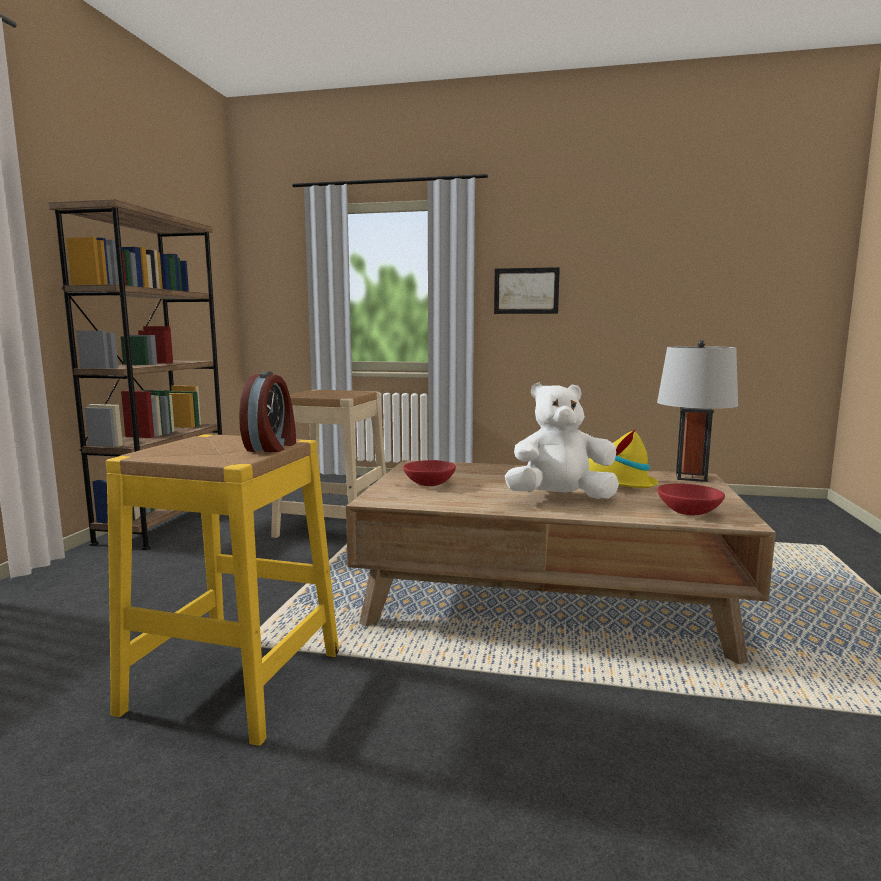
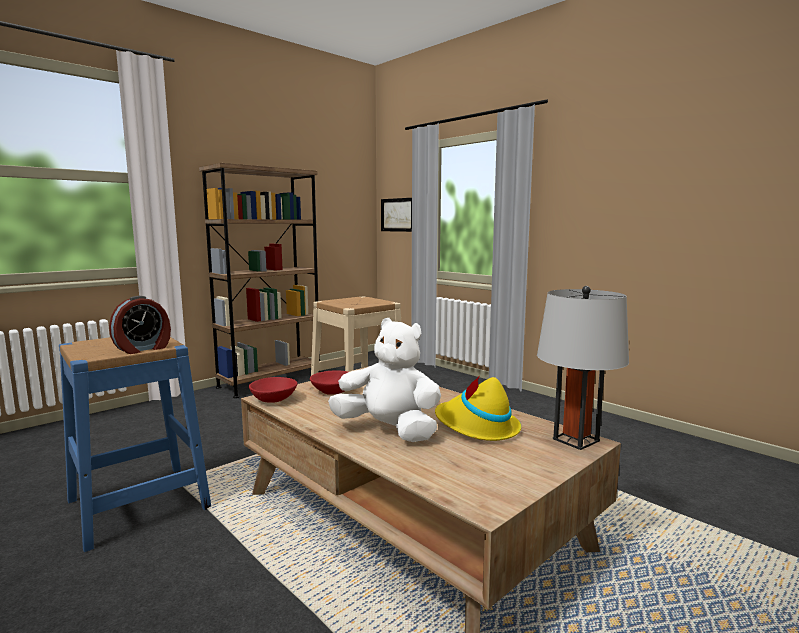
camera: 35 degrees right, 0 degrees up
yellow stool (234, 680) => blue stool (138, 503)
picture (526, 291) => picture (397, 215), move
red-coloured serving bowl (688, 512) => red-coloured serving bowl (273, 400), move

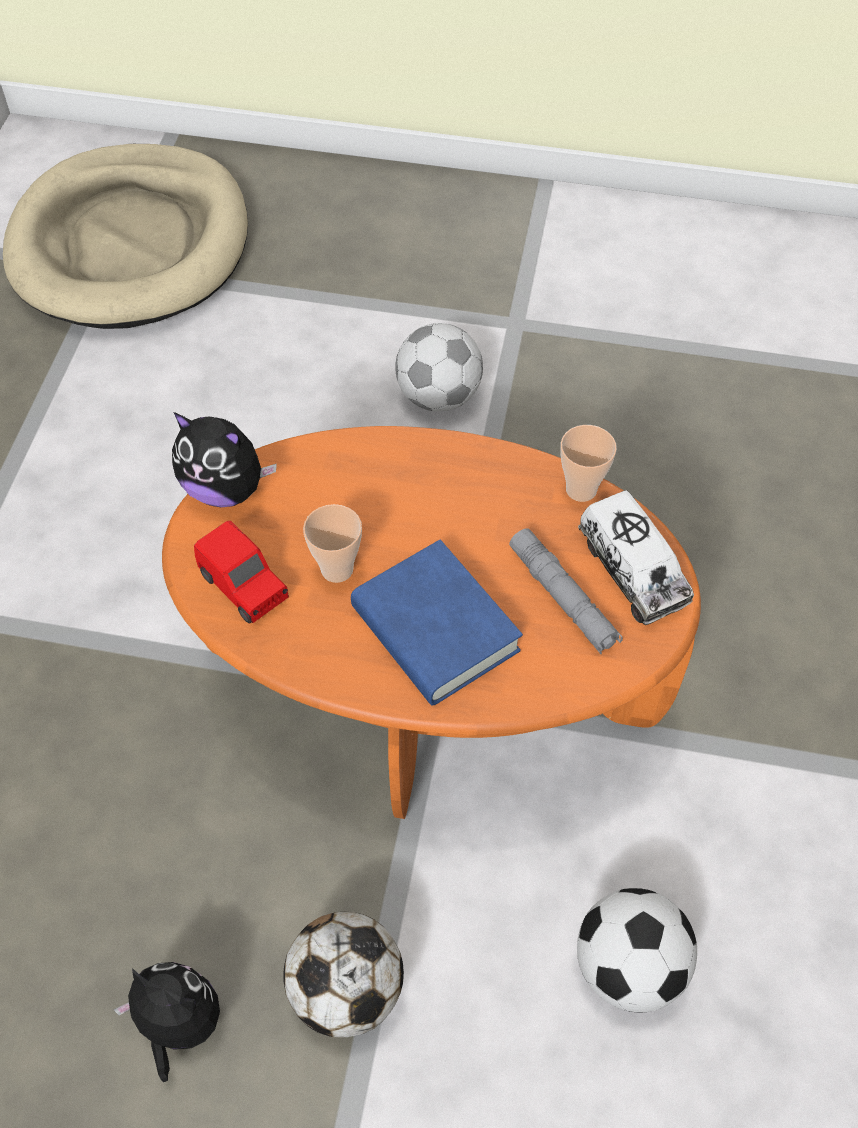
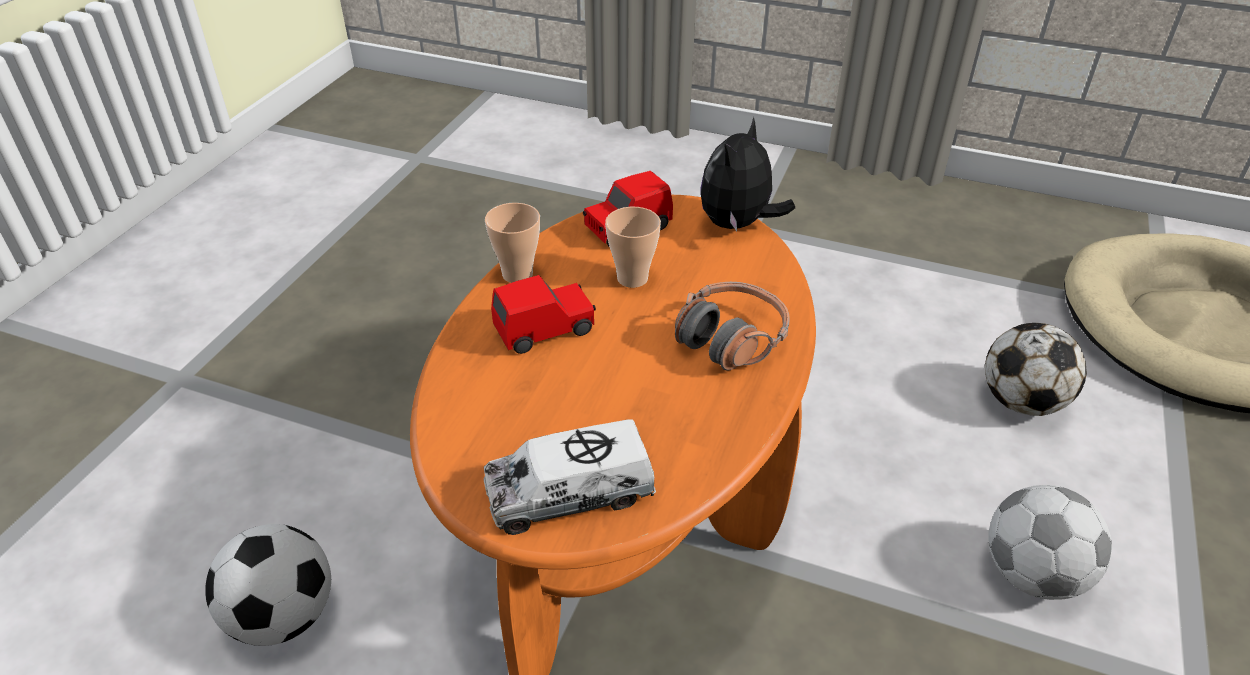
camera: 100 degrees right, 15 degrees down
soft toy (178, 1024) => nothing
ball for football (347, 989) => ball for football (1021, 402), move
blue volume (435, 630) => red-coloured miniature car (545, 330)
grey torch (563, 598) => nothing
small cup (581, 489) => small cup (517, 274), move
nothing => headset (731, 338)

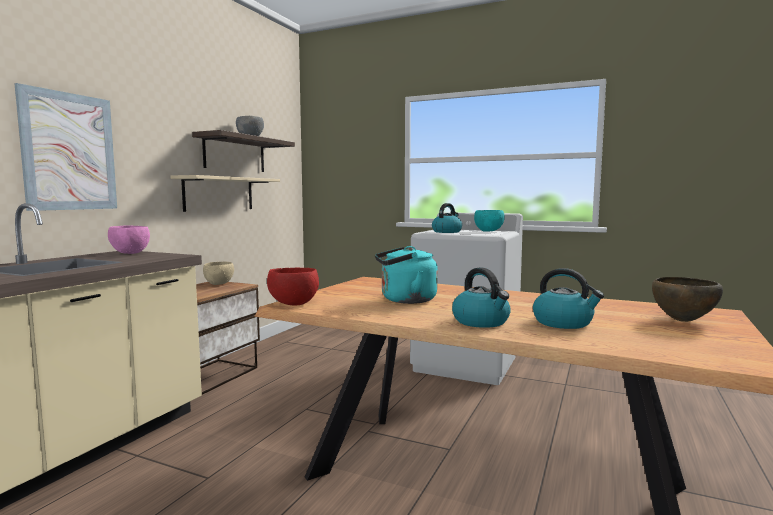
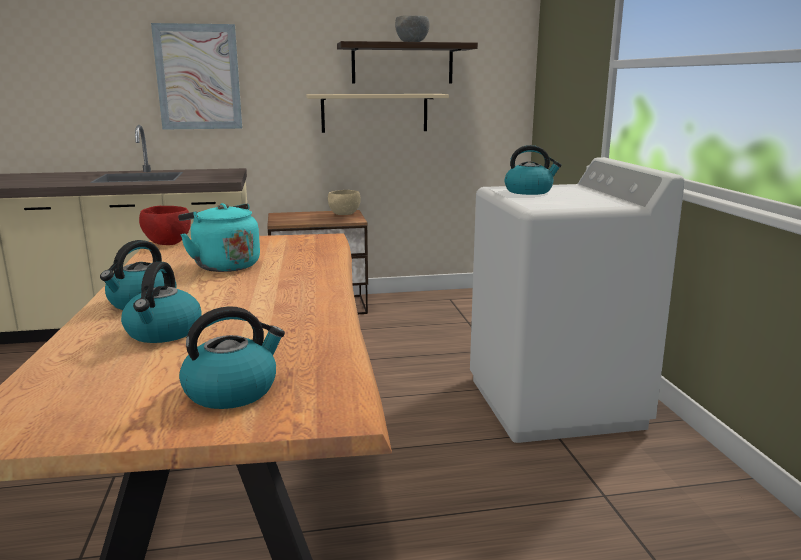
camera: 55 degrees right, 10 degrees up
pink-coloured serving bowl (130, 253) => nothing
turquoise serving bowl (489, 231) => nothing
brownish serving bowl (682, 321) => water kettle (232, 390)

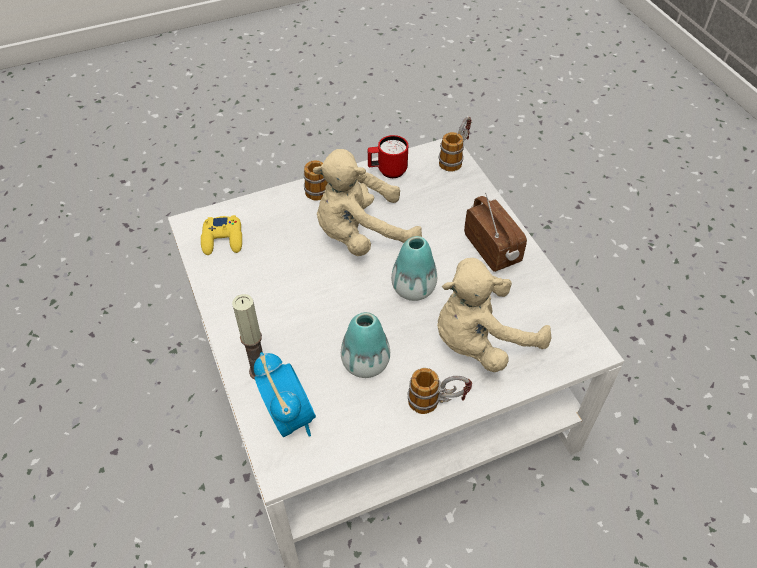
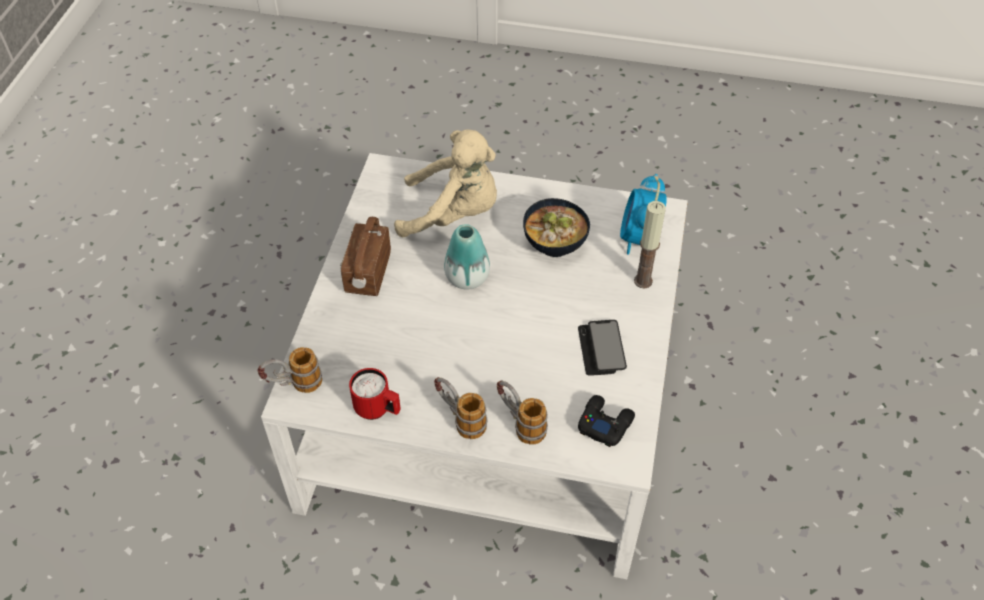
camera: 145 degrees left, 0 degrees up
yellow joypad (223, 239) => blackish joypad (605, 423)
beige-coloured soft toy (361, 235) => nothing
decorative vase (365, 363) => serving bowl (555, 244)
tea mug (437, 402) => tea mug (520, 423), move
nothing => phone (601, 349)

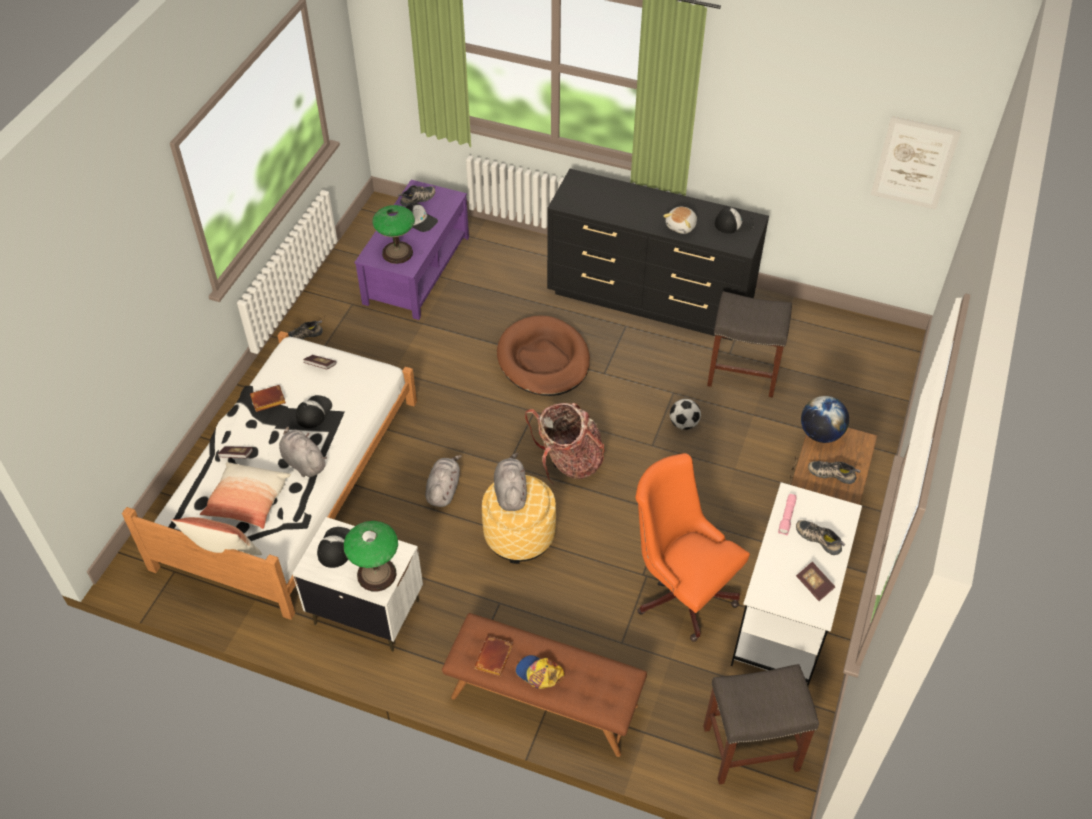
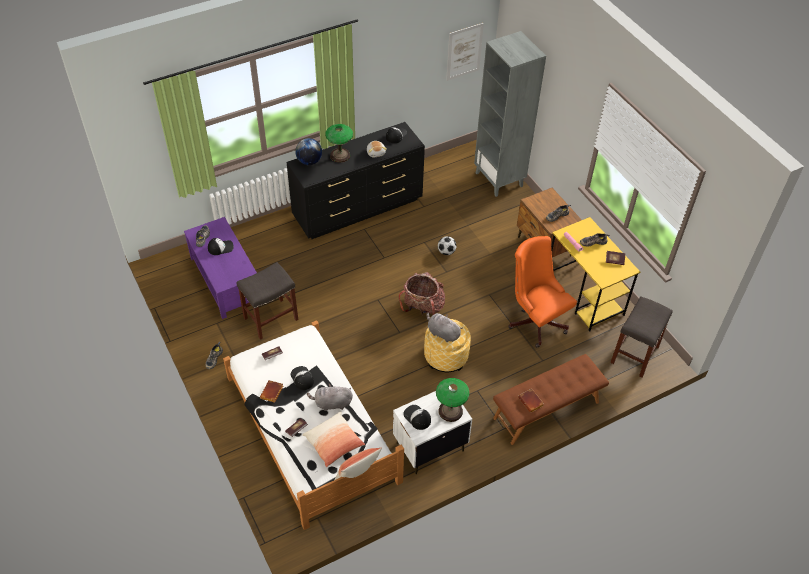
camera: 50 degrees left, 0 degrees up
table lamp (398, 253) => table lamp (340, 155), move
grey soft toy (443, 489) => nothing
brownish pet bed (543, 360) => nothing
peaked cap (539, 674) => nothing
orangey office chair (680, 590) => orangey office chair (535, 320), 60 degrees clockwise
grey stool (744, 373) => grey stool (271, 318), move
white desk (785, 619) => yellow desk (584, 296)
globe (820, 434) => globe (309, 161), move
nothing => grey bookshelf (499, 179)

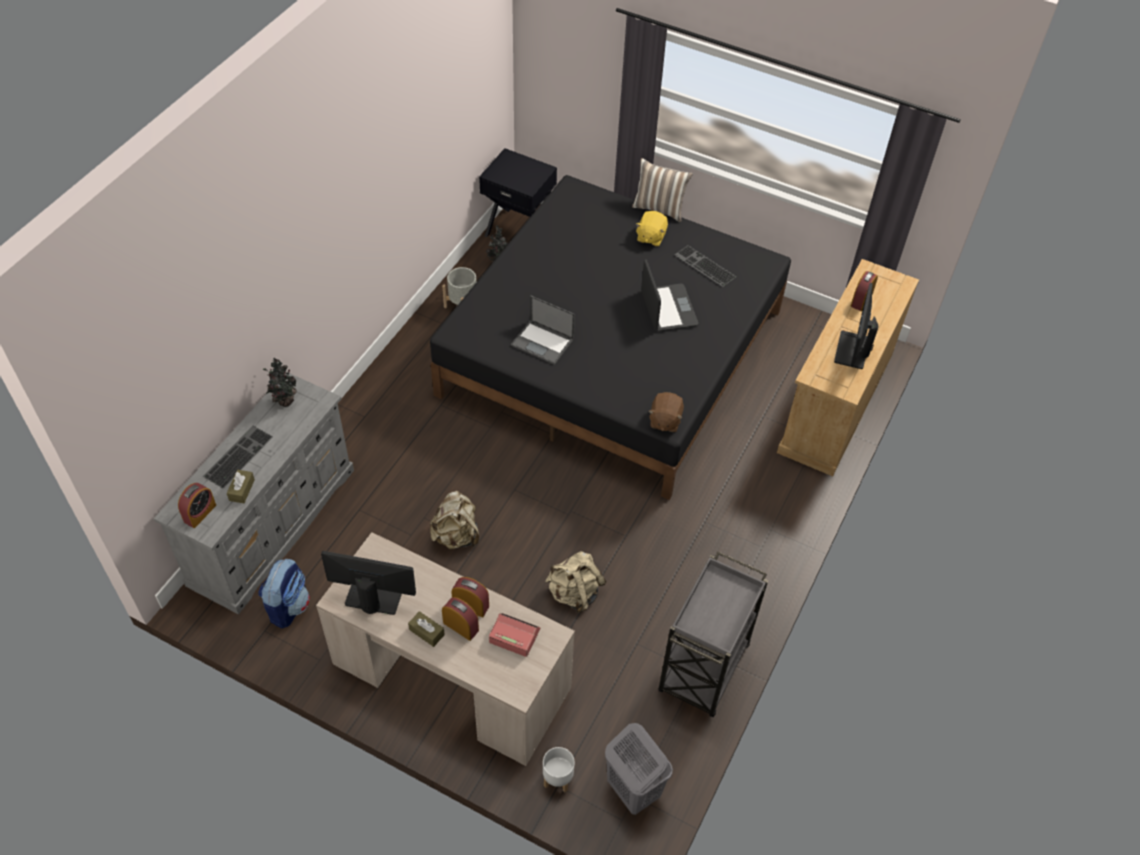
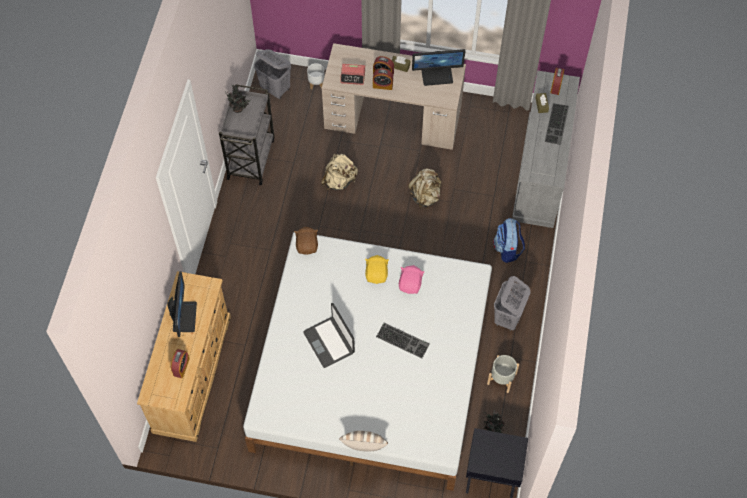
camera: 165 degrees right, 10 degrees up
rucksack (288, 606) => rucksack (507, 249), move
houseplant (284, 401) => houseplant (239, 109), move
blackish sleeping bed (612, 353) => white sleeping bed (371, 368)
notebook computer (543, 342) => pink-coloured soft toy (410, 284)
yellow soft toy (650, 237) => yellow soft toy (377, 274), move
computer keyboard (703, 266) => computer keyboard (403, 340), move
nothing => grey washing basket (507, 318)

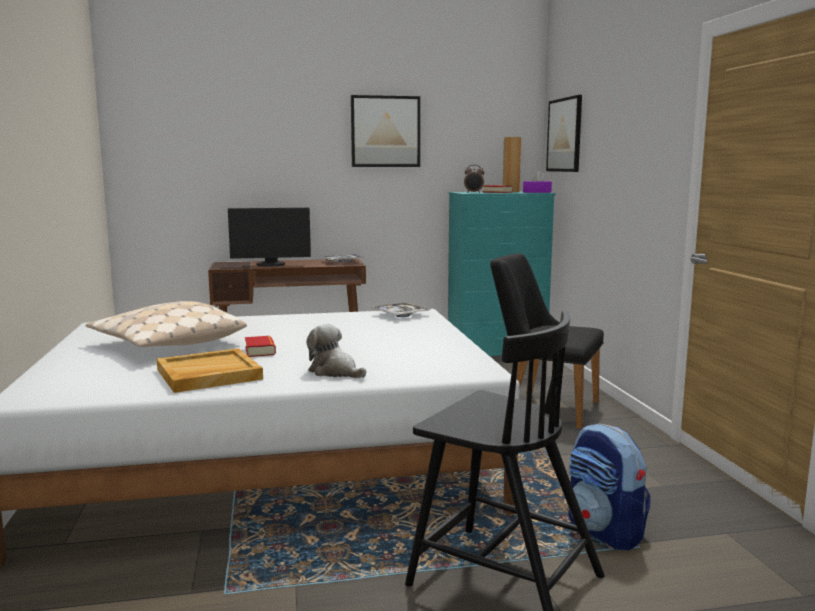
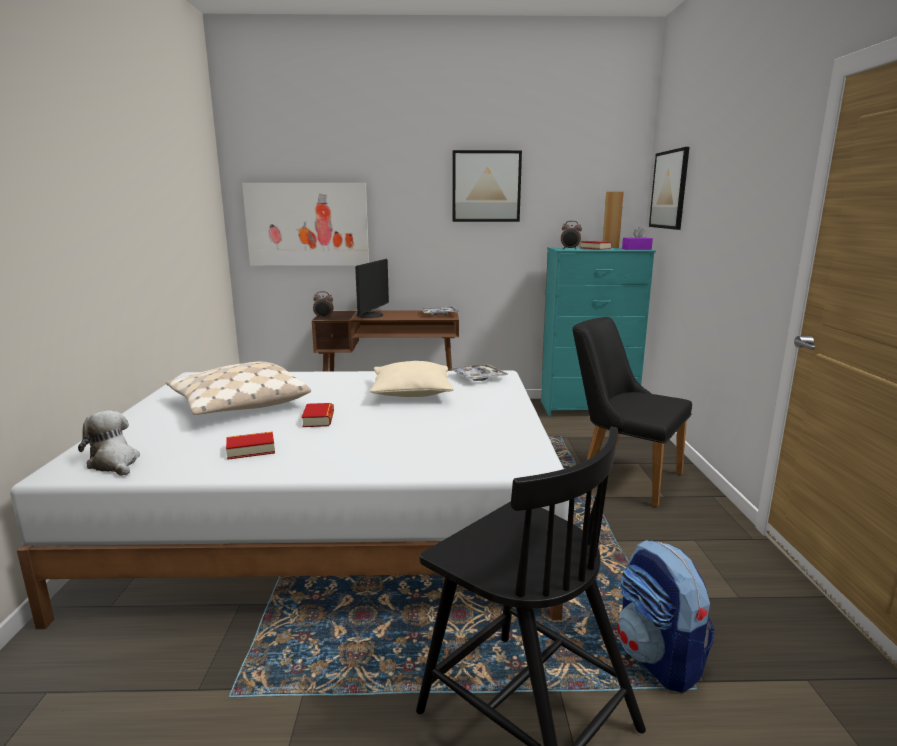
camera: 10 degrees right, 5 degrees up
beige-coloured tray (208, 374) => volume (251, 450)
monitor (271, 264) => monitor (371, 315), 75 degrees counterclockwise
soft toy (335, 372) => soft toy (114, 463), move
nothing => picture (307, 224)
nothing => bedside clock (324, 318)
nothing => beige-coloured pillow (411, 392)

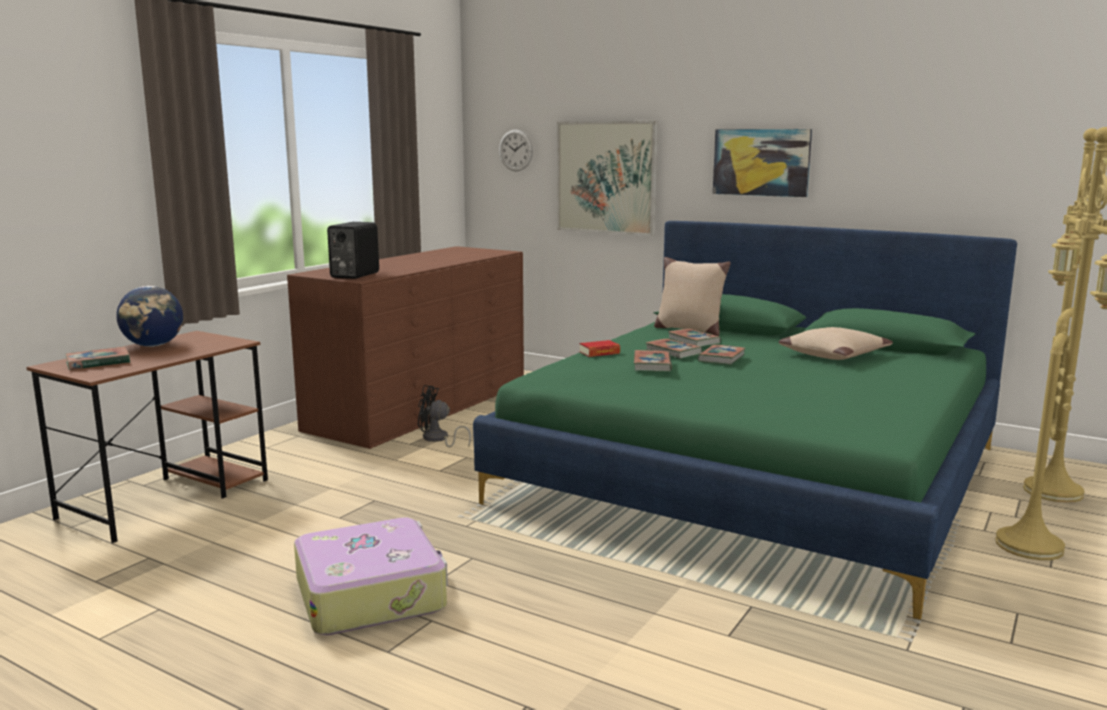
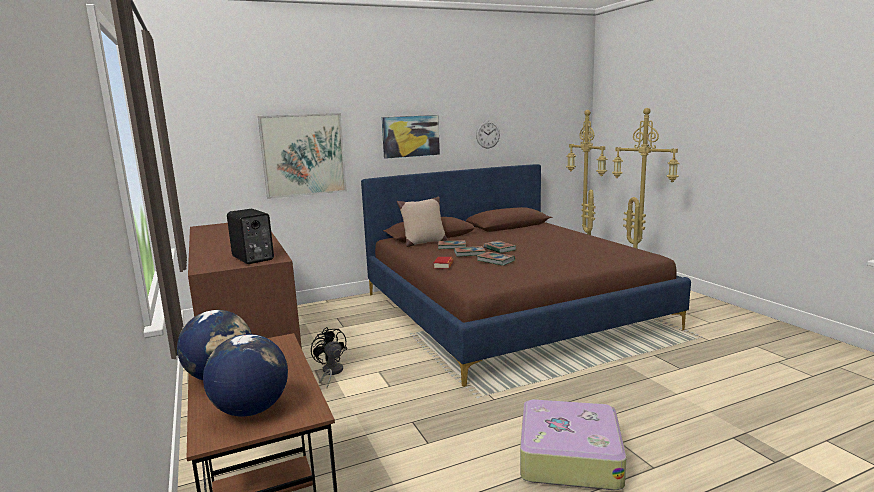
camera: 55 degrees left, 0 degrees up
volume (98, 363) => globe (250, 410)
blackish electric fan (438, 439) => blackish electric fan (330, 373), 105 degrees clockwise
greenish sleeping bed (755, 474) => brownish sleeping bed (509, 310)
wall clock (515, 150) => wall clock (488, 134), move
beige-coloured pillow (833, 354) => nothing

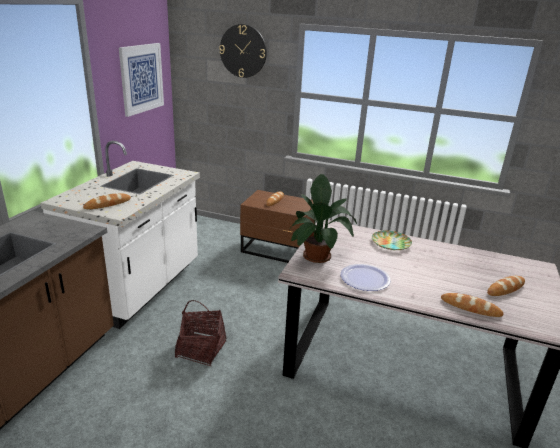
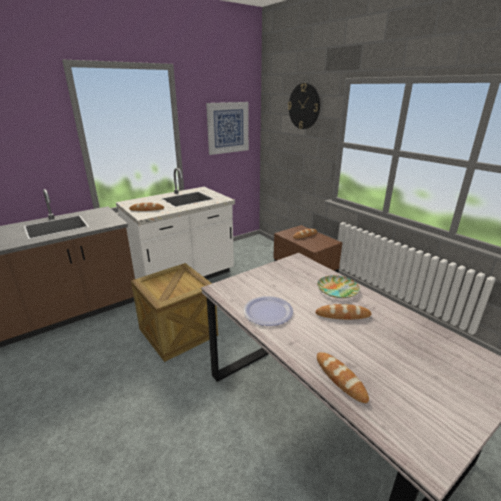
camera: 35 degrees right, 0 degrees up
basket (201, 349) => packing crate (178, 332)
houseplant (318, 254) => nothing
baked bread (505, 288) => baked bread (342, 315), move

